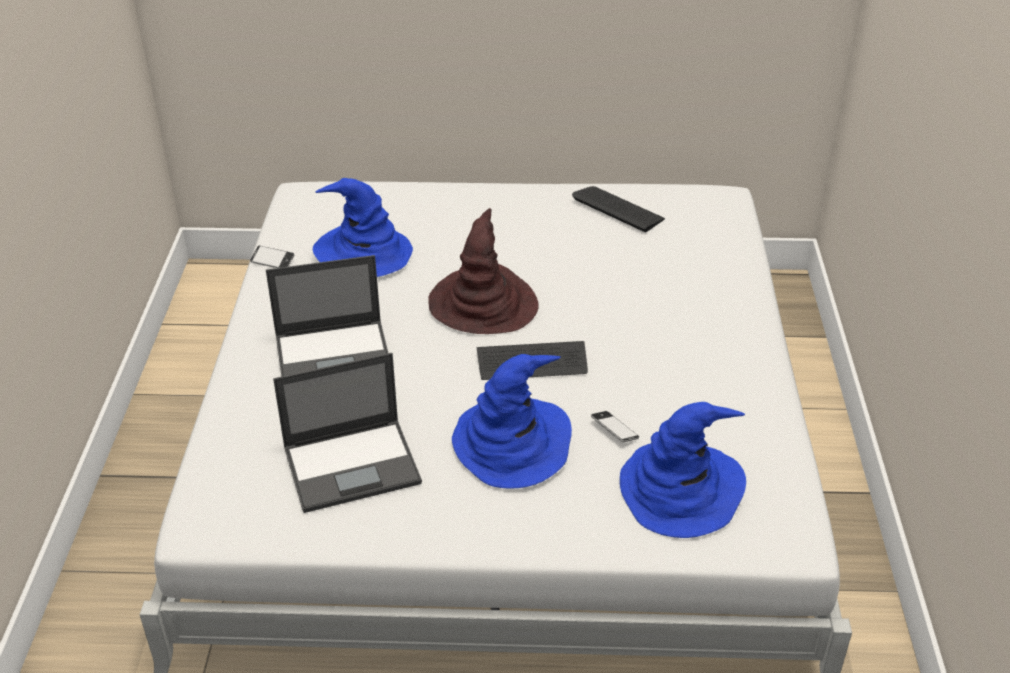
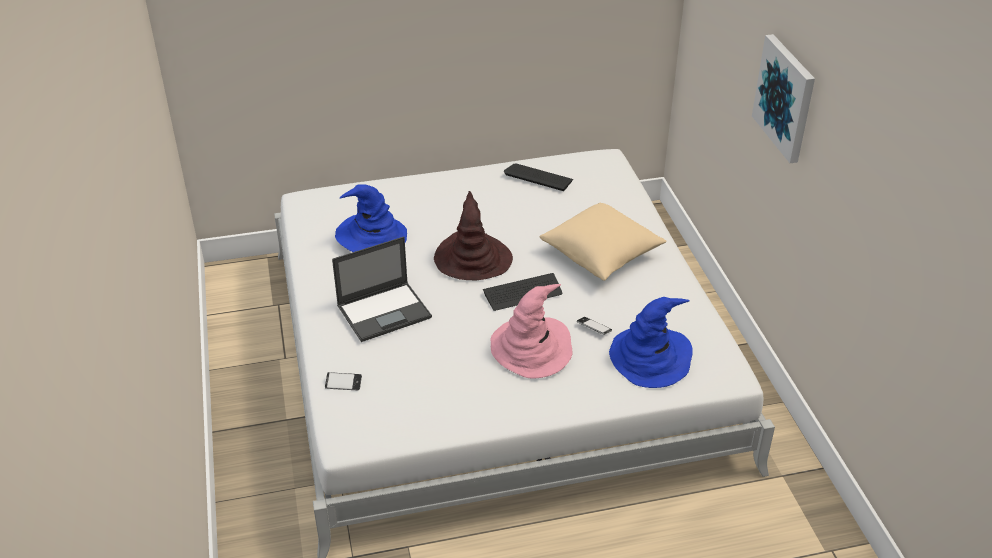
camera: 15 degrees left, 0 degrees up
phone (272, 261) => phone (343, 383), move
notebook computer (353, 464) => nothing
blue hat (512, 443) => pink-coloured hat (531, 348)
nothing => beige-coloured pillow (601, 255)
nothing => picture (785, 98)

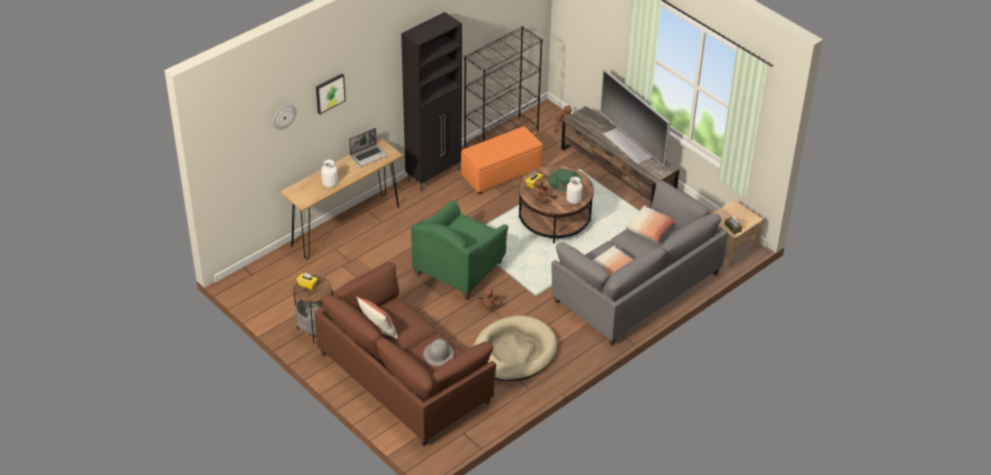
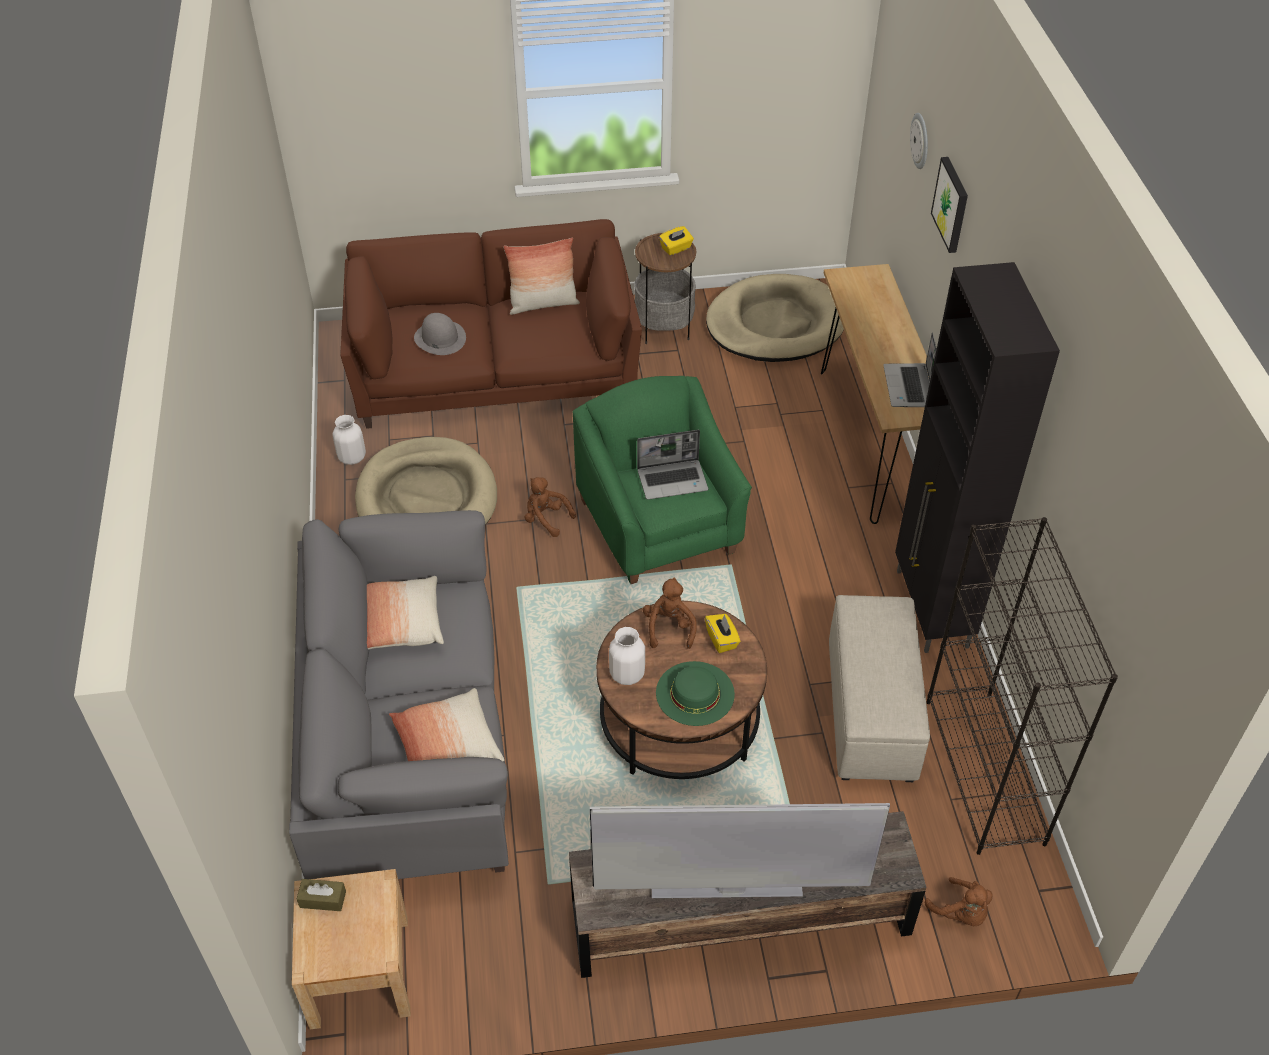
camera: 125 degrees right, 5 degrees up
white decorative vase (330, 184) => white decorative vase (352, 457), move
orangey pouffe (501, 173) => beige-coloured pouffe (871, 712)
nothing => notebook computer (673, 480)
nothing => beige-coloured pet bed (775, 324)

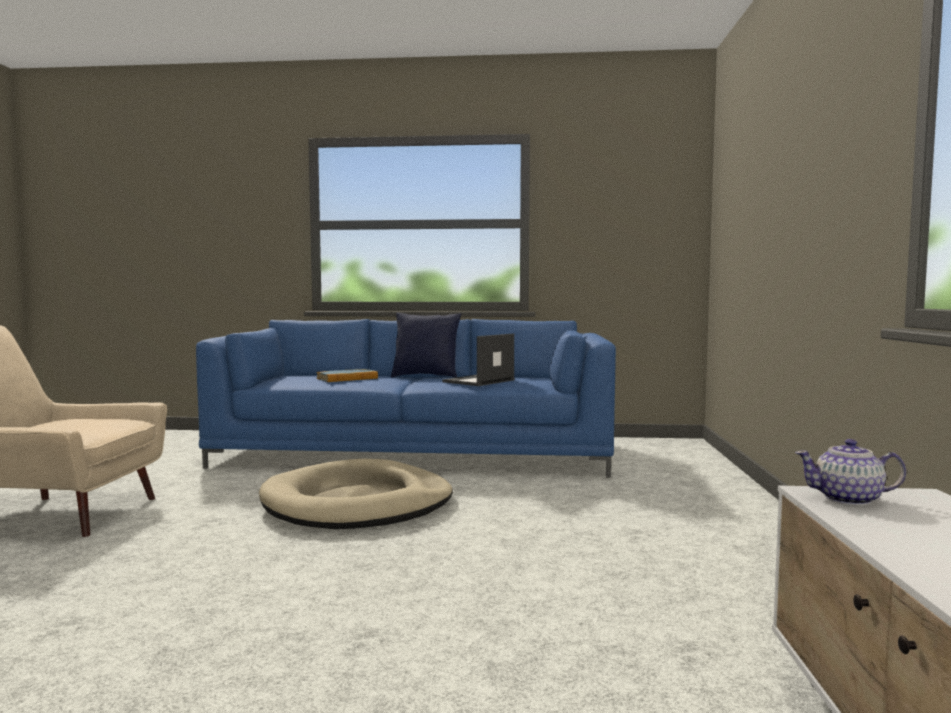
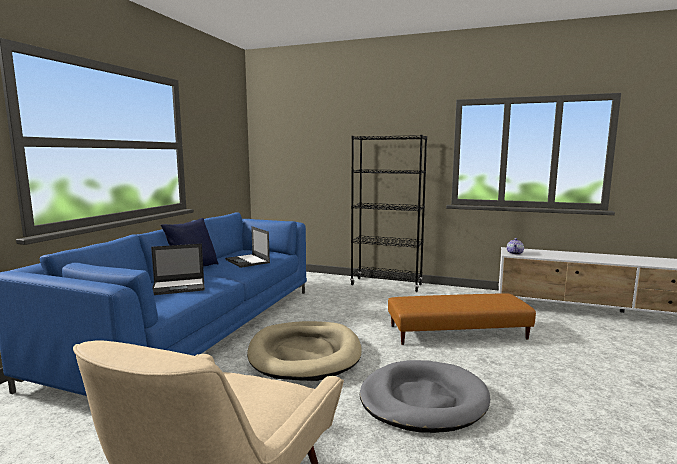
camera: 75 degrees left, 5 degrees up
volume (347, 378) => notebook computer (179, 287)
nothing => blackish bookshelf (386, 285)
nothing => grey pet bed (423, 400)
nothing => brownish pouffe (457, 332)

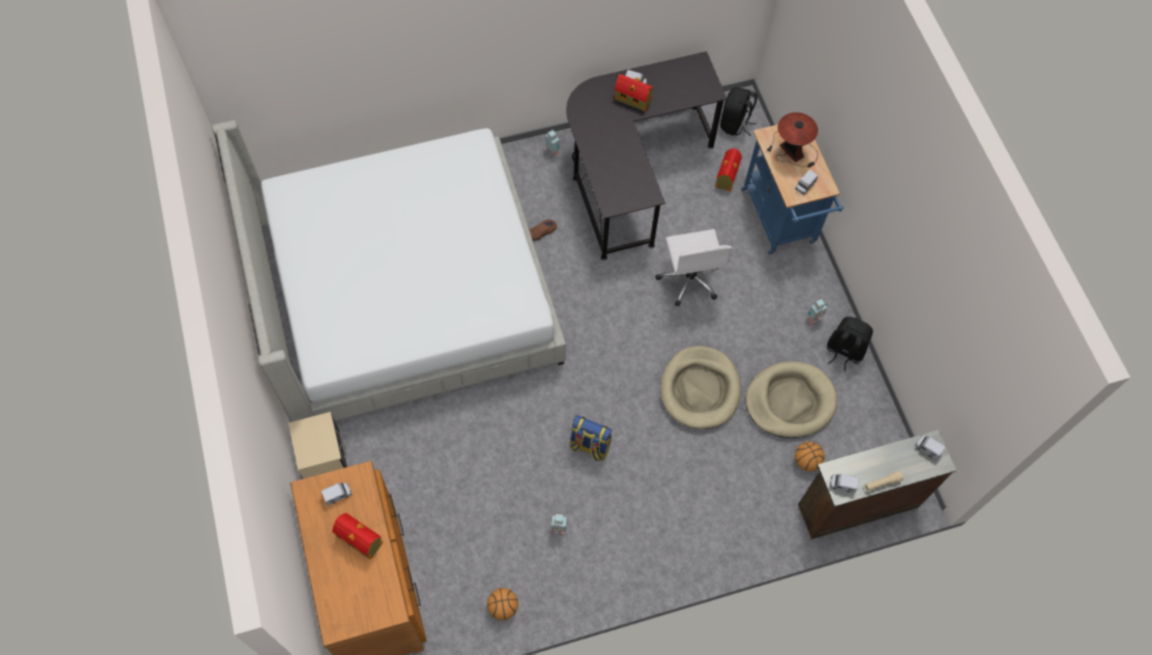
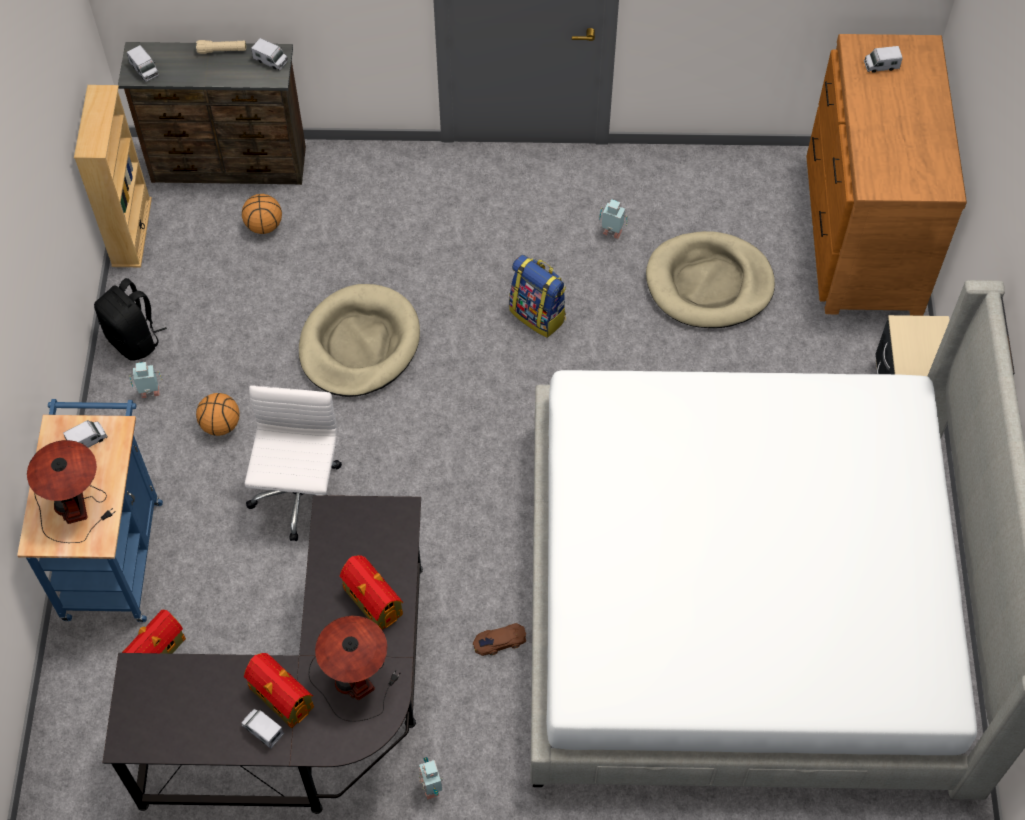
camera: 160 degrees left, 5 degrees down
toy truck (337, 495) => toy truck (881, 65), move
toy house (361, 540) => toy house (372, 600), move
ball for basketball (502, 607) => ball for basketball (221, 425), move
blackish rucksack (735, 124) => nothing
beige-coloured pet bed (789, 401) => beige-coloured pet bed (709, 284), move
nothing => beige-coloured bookshelf (131, 232)
nothing => table lamp (353, 679)

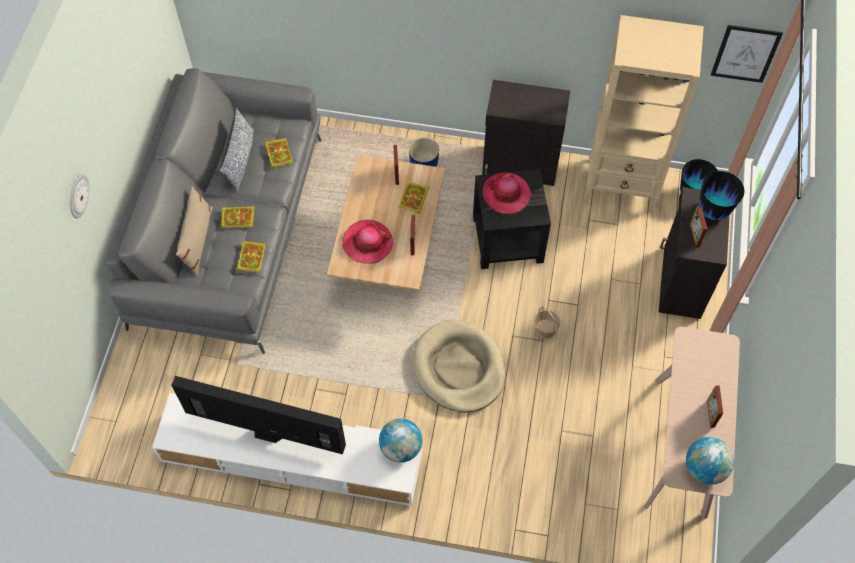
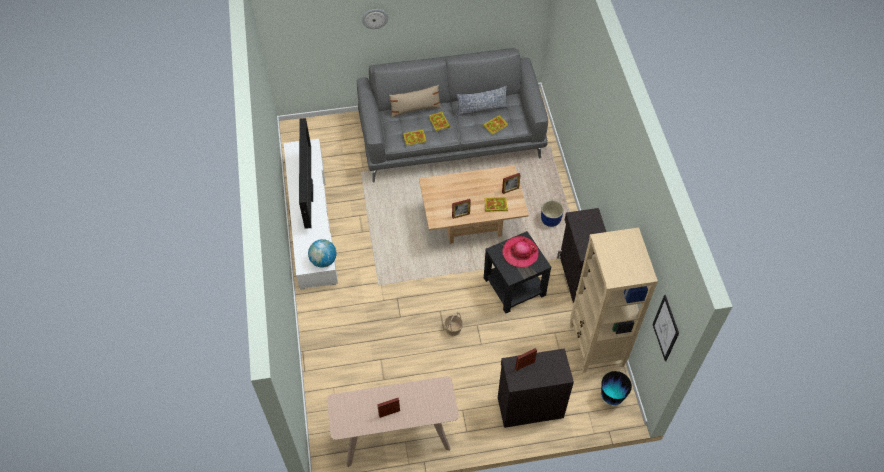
camera: 70 degrees right, 5 degrees down
hat (367, 243) => nothing
beige-coloured pet bed (459, 368) => nothing
globe (704, 468) => nothing
decorative vase (713, 211) => nothing

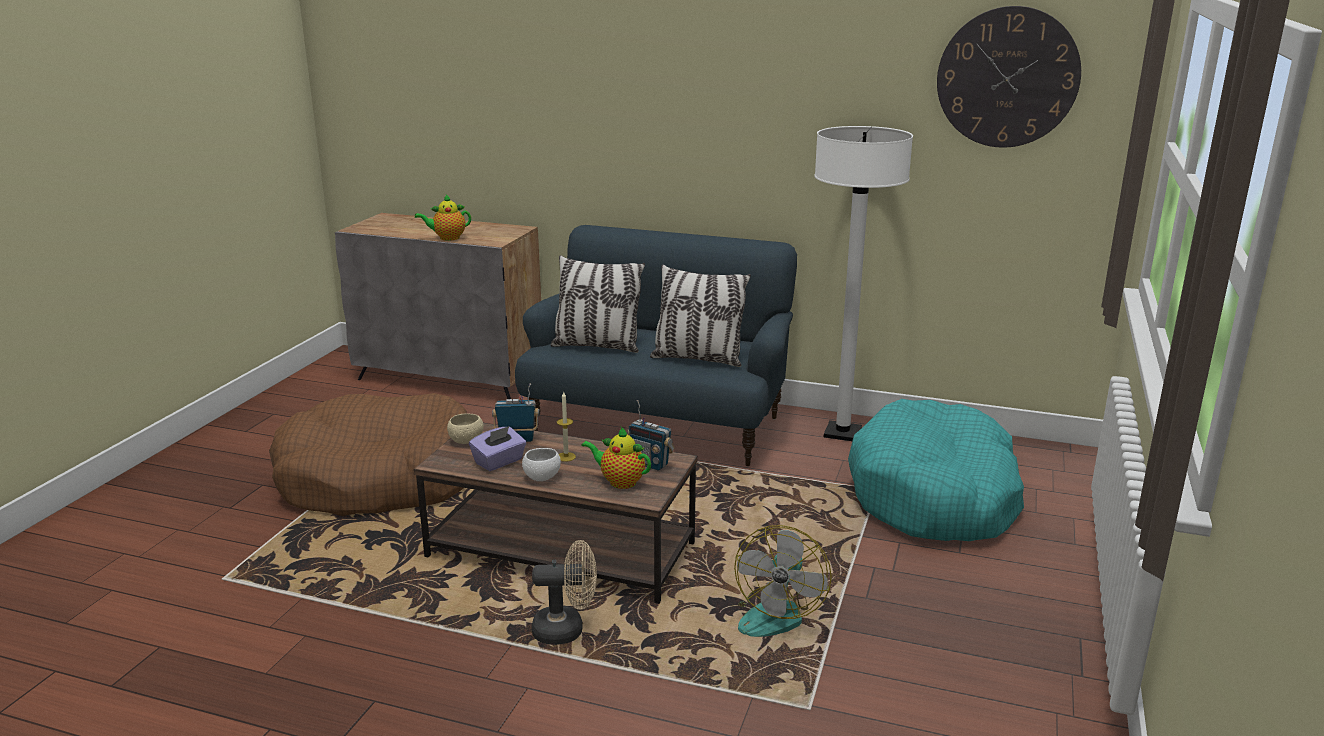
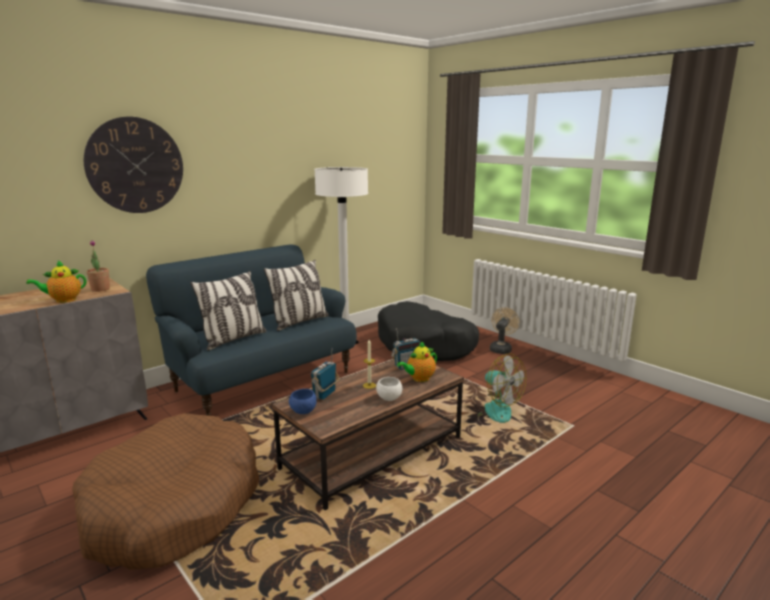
camera: 60 degrees left, 5 degrees down
tea pot (447, 238) => tea pot (63, 300), 45 degrees clockwise
beige-coloured serving bowl (466, 441) => blue serving bowl (303, 411)
purplish box of tissues (499, 462) => nothing
beige-coloured electric fan (567, 630) => beige-coloured electric fan (501, 348), move
turquoise pet bed (934, 495) => blackish pet bed (425, 345)
wall clock (1007, 78) => wall clock (135, 165), move
nothing => houseplant (100, 289)

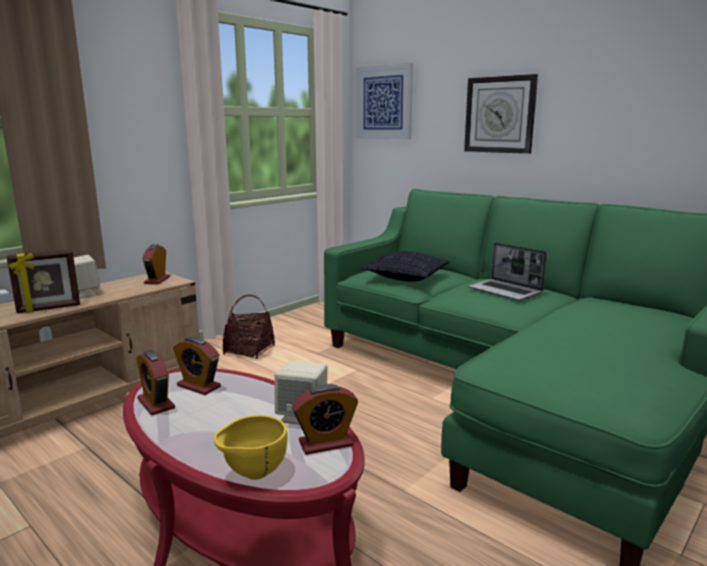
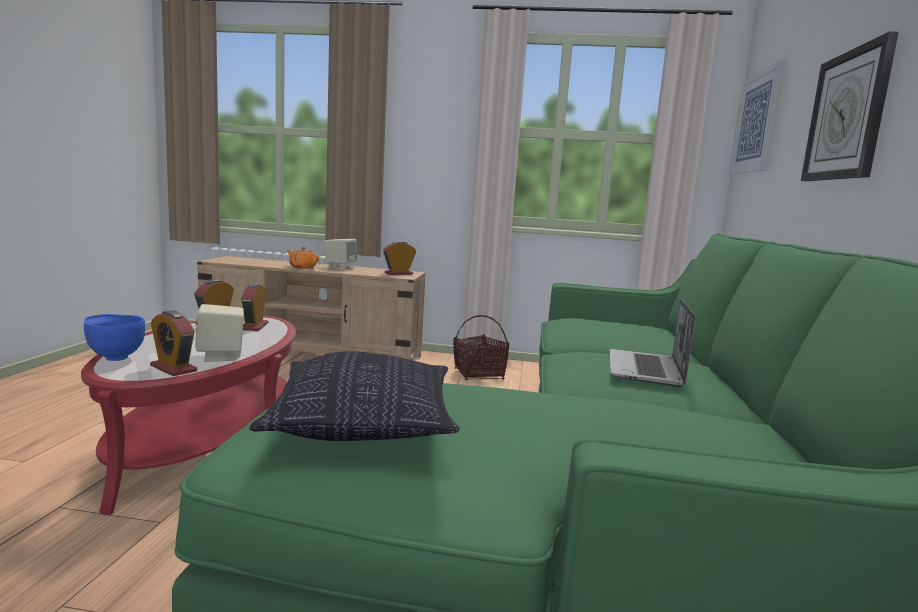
camera: 55 degrees right, 5 degrees down
photo frame (49, 308) => orangey tea pot (302, 267)
yellow serving bowl (253, 474) => blue serving bowl (114, 357)
pillow (406, 277) => pillow (363, 424), move

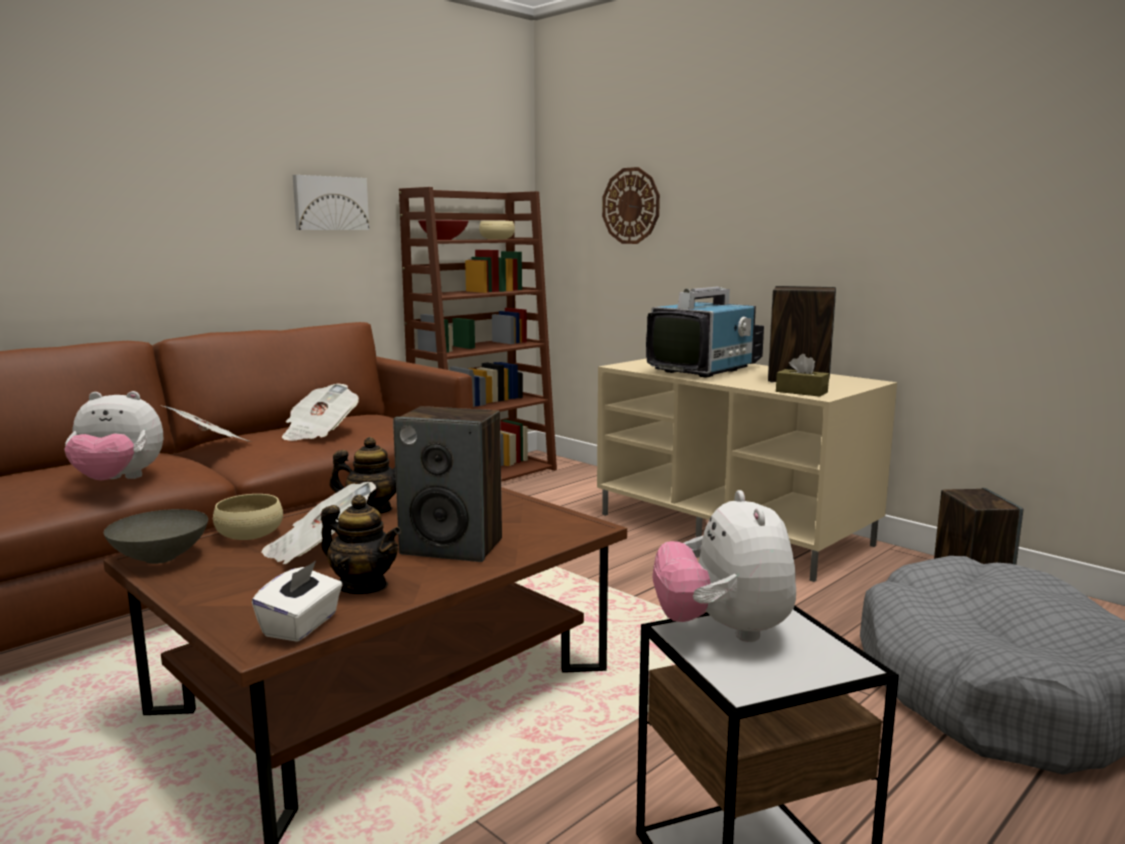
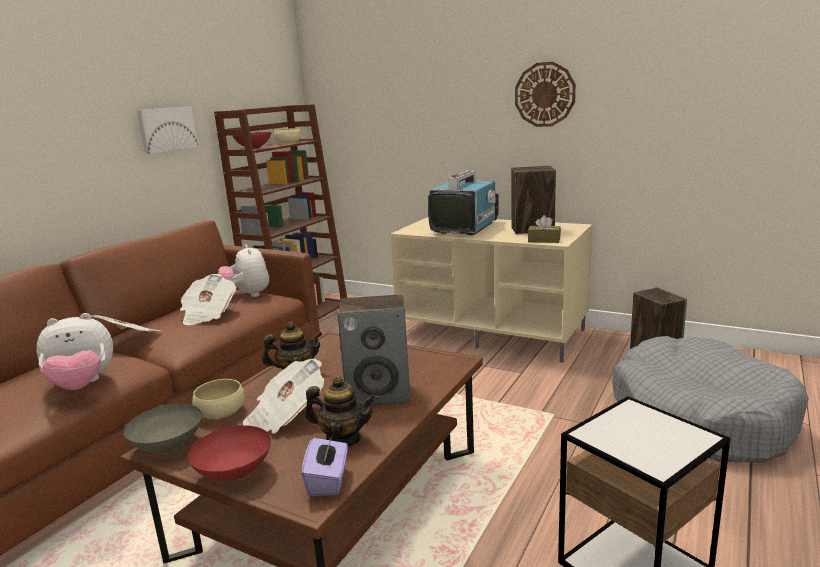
camera: 15 degrees left, 5 degrees up
white box of tissues (301, 625) => purplish box of tissues (328, 481)
wall clock (631, 206) => wall clock (544, 94), move
soft toy (723, 631) => soft toy (247, 295), move
nothing => red-coloured serving bowl (233, 472)

